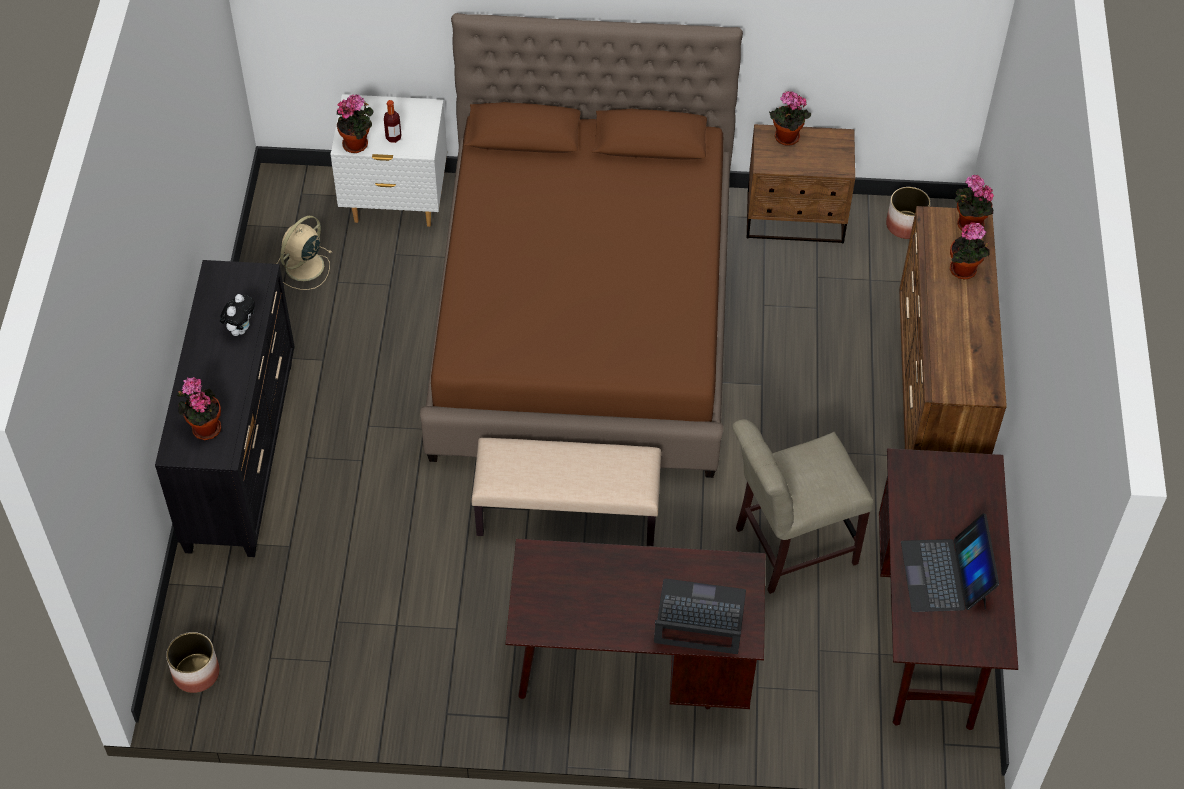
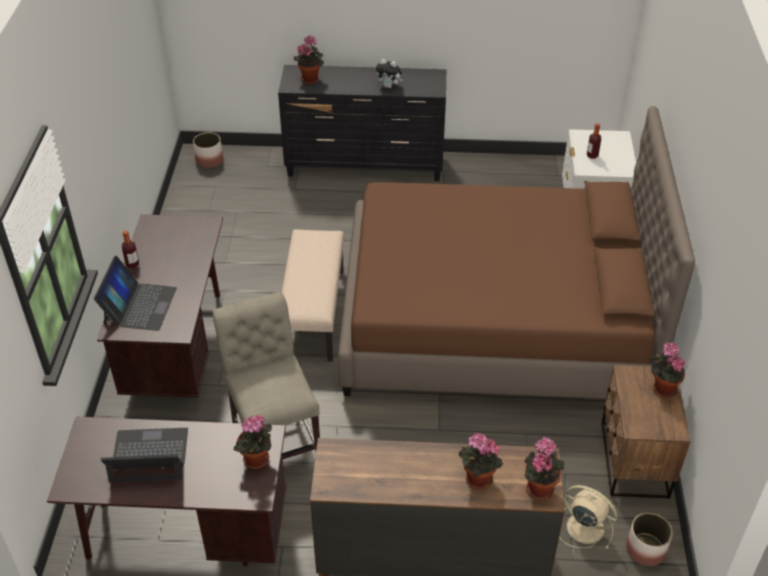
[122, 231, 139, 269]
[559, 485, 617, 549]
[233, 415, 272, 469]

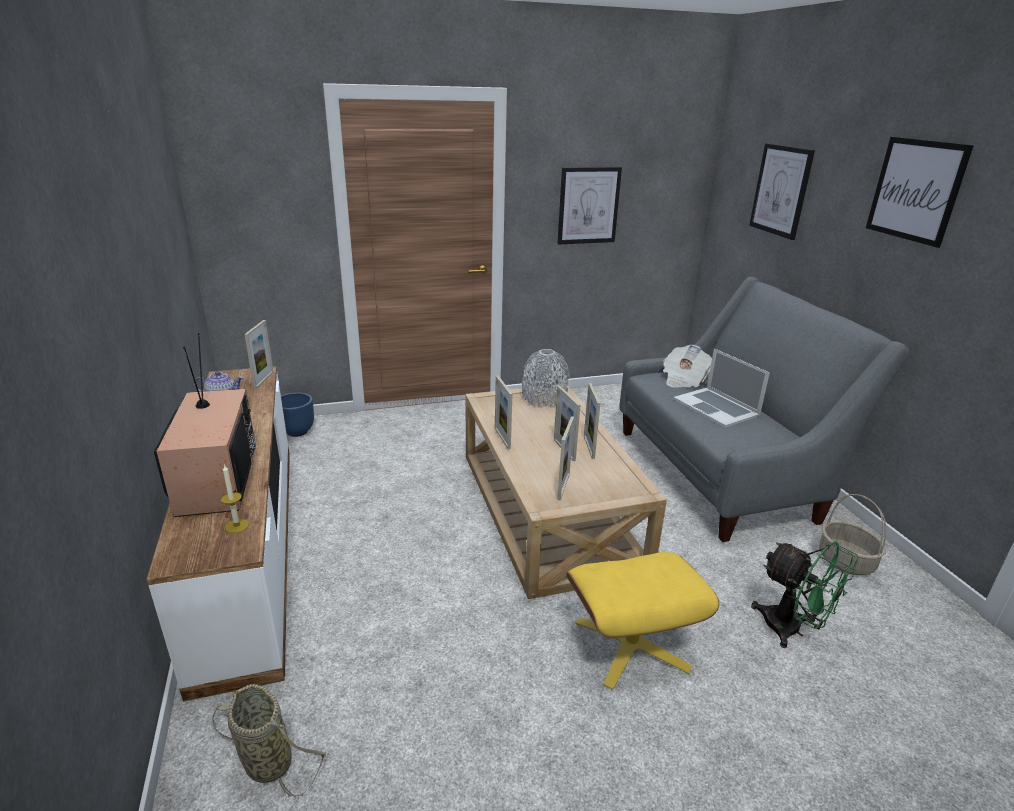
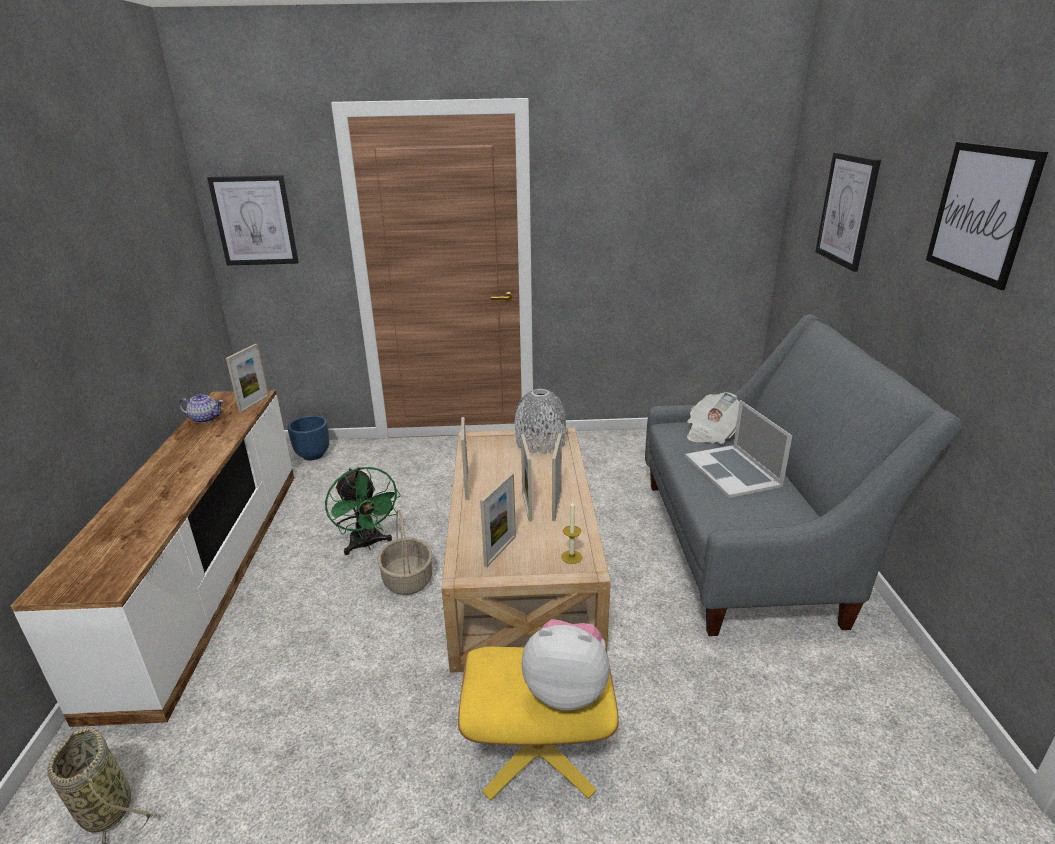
[154, 333, 256, 517] (first image)
[521, 619, 610, 710]
[561, 501, 582, 564]
[207, 175, 299, 266]
[325, 467, 401, 555]
[377, 510, 432, 595]

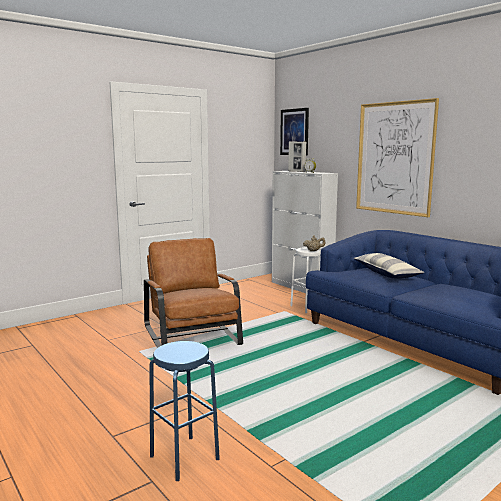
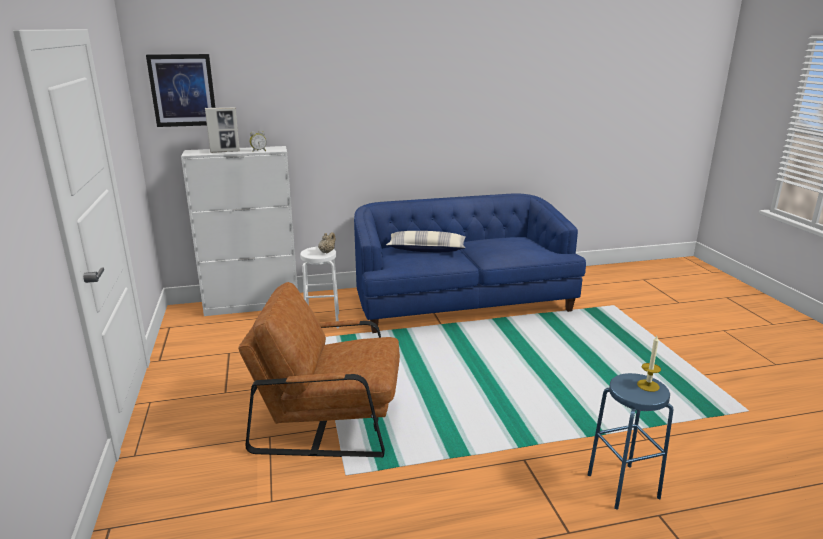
[356, 98, 439, 217] (first image)
[637, 336, 661, 392]

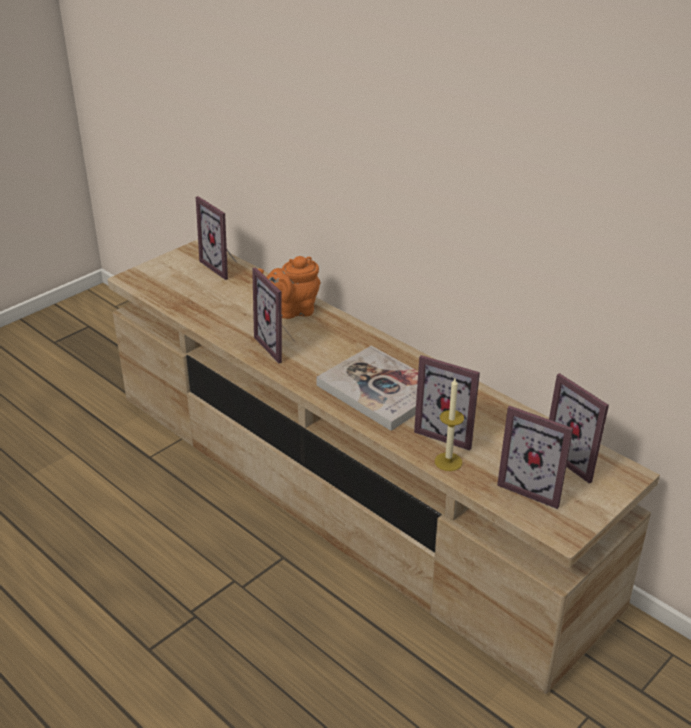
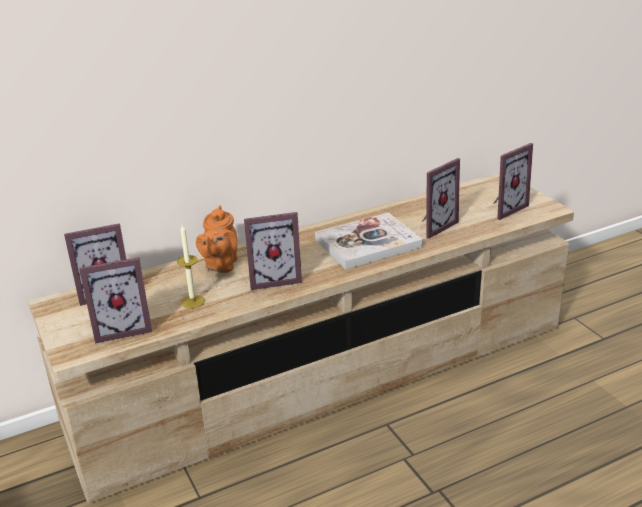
[177, 224, 205, 309]
[79, 257, 152, 343]

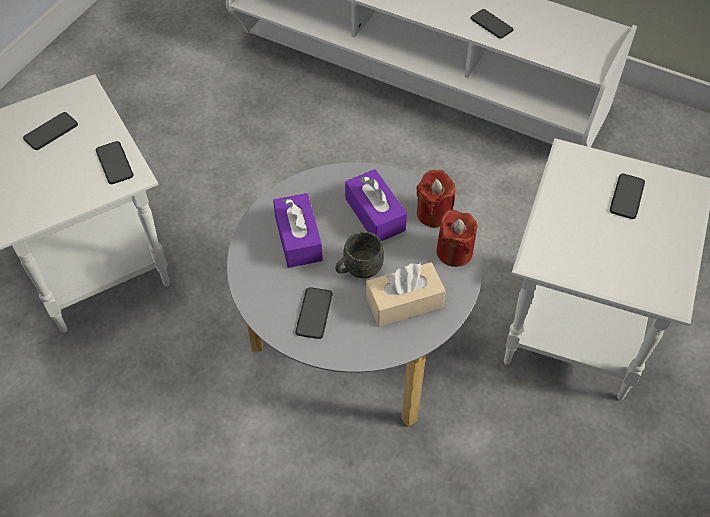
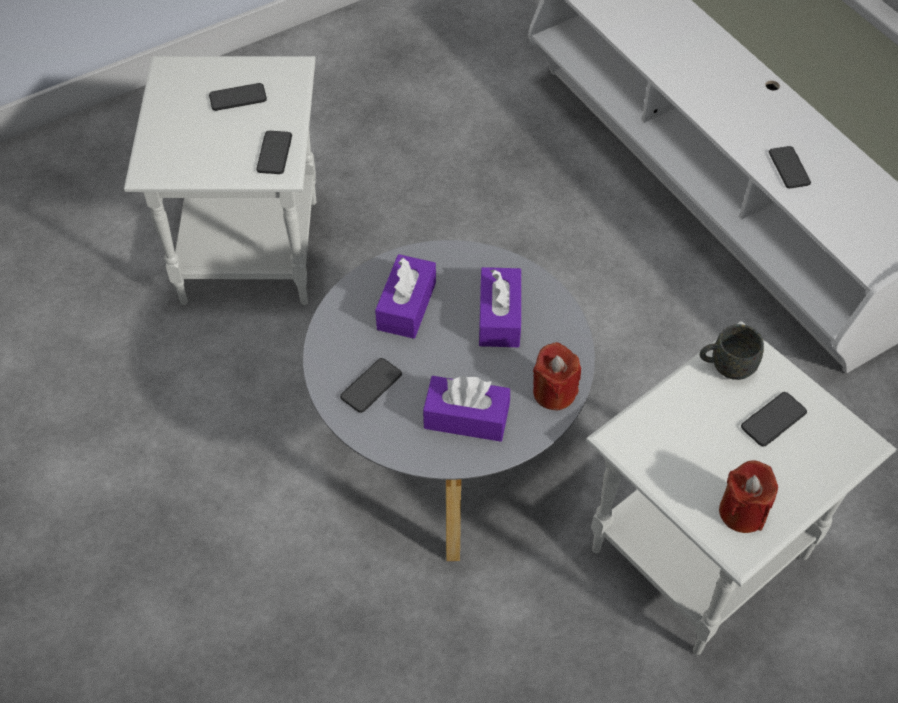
[700, 324, 764, 380]
[719, 460, 778, 533]
[423, 376, 510, 442]

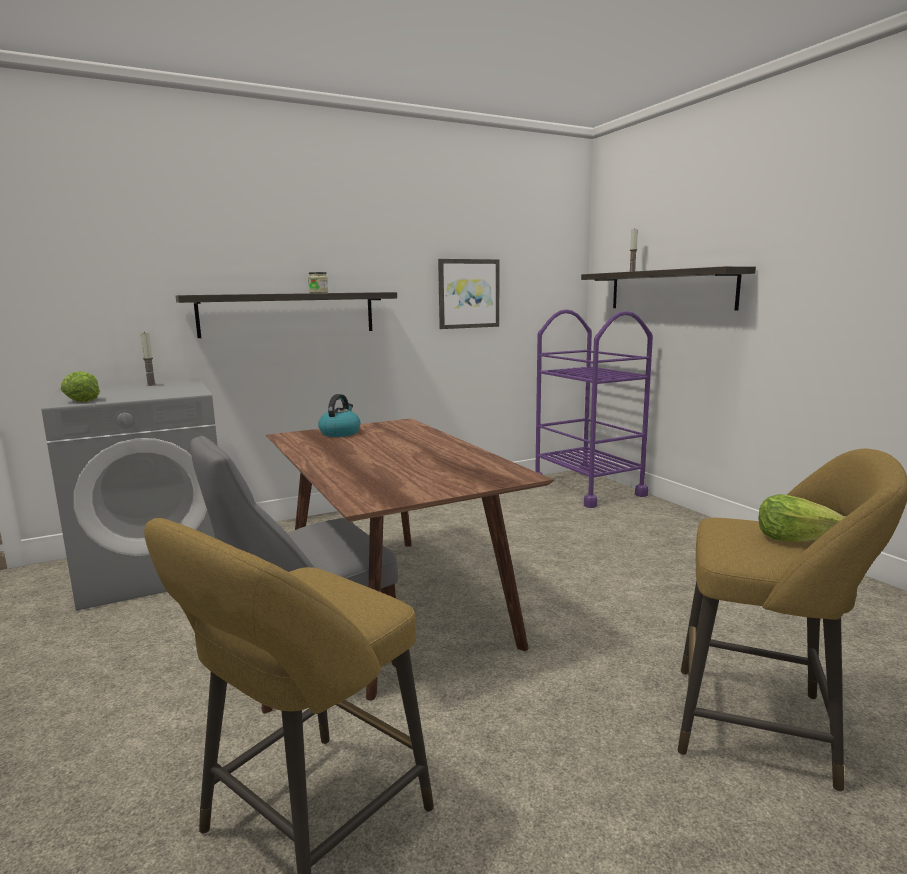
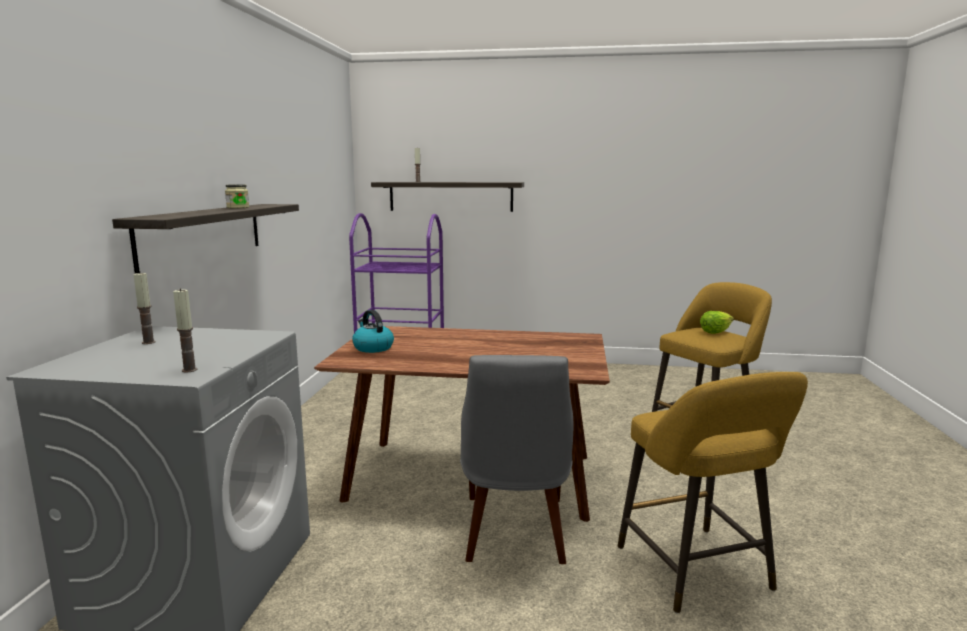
[438, 259, 499, 329] (first image)
[173, 288, 197, 372]

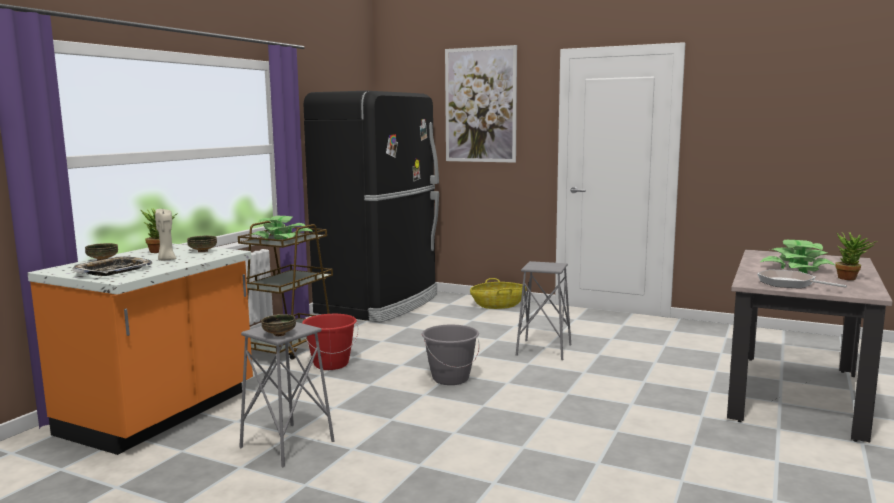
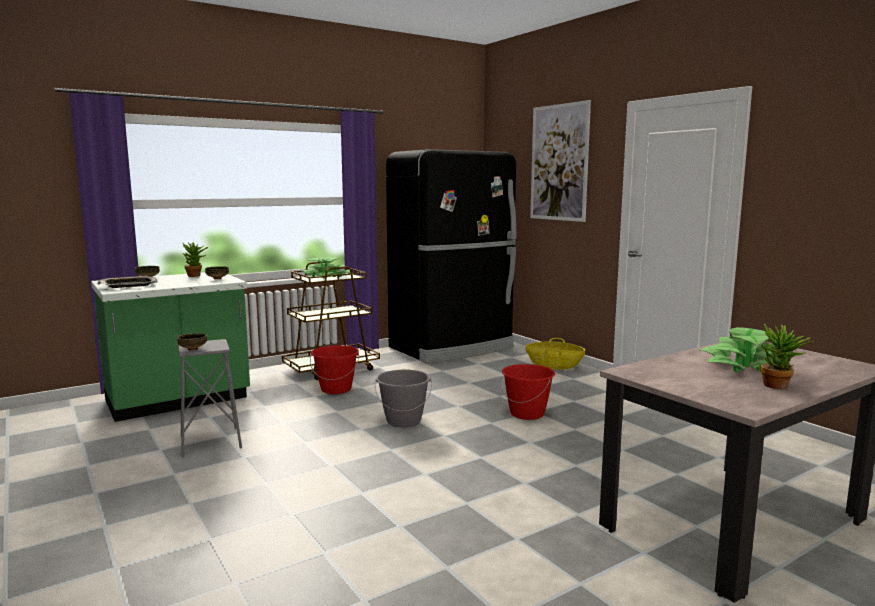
[155, 209, 176, 261] (first image)
[757, 269, 847, 289] (first image)
[502, 364, 555, 420]
[91, 272, 250, 422]

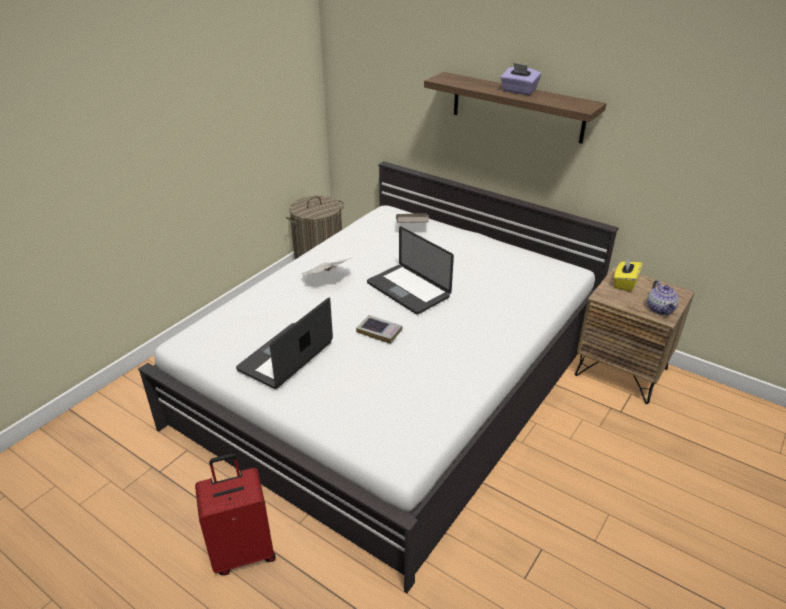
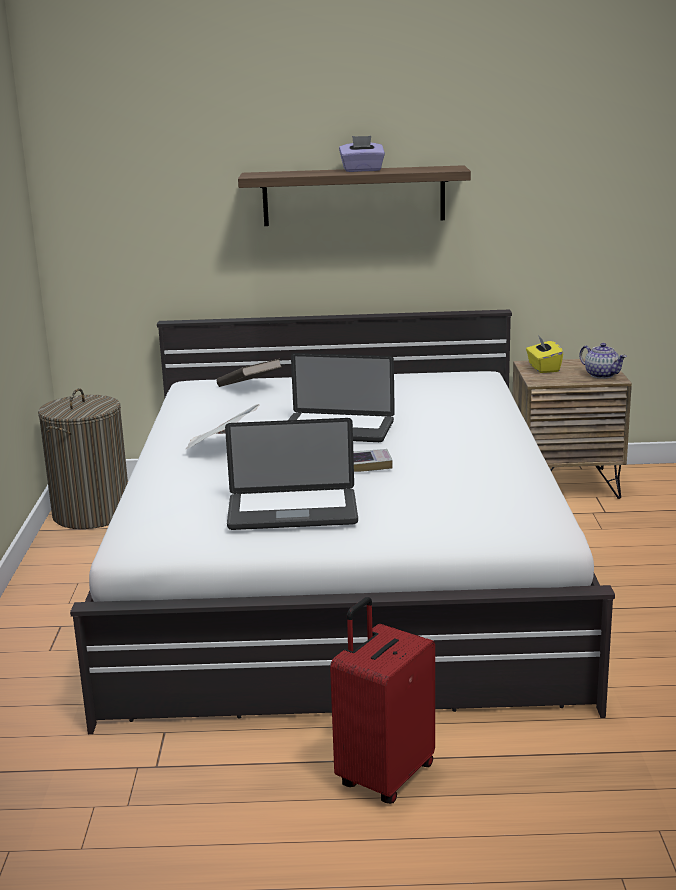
[225, 418, 358, 530]

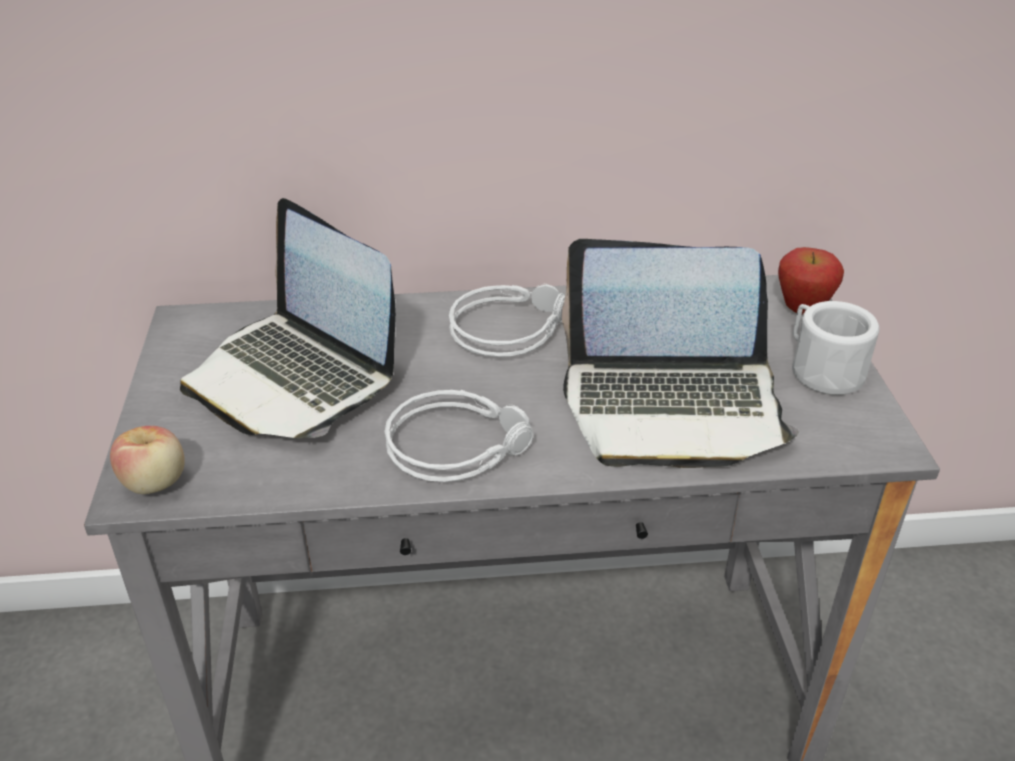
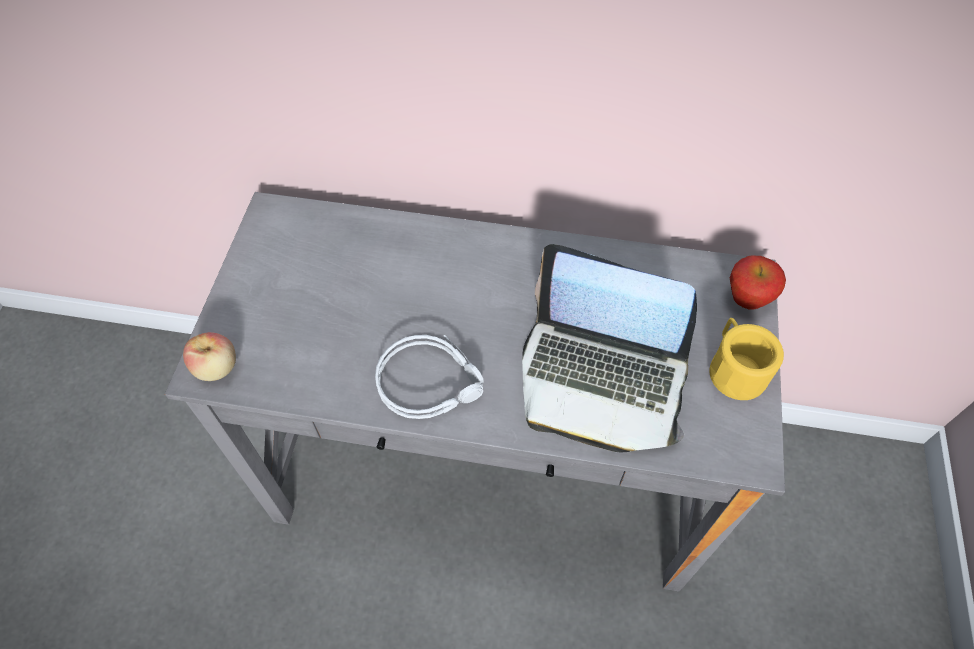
[180, 198, 396, 438] (first image)
[449, 284, 565, 357] (first image)
[709, 318, 784, 400]

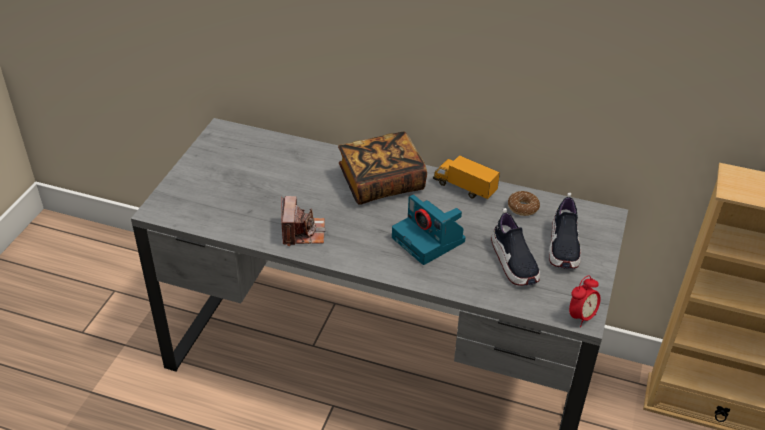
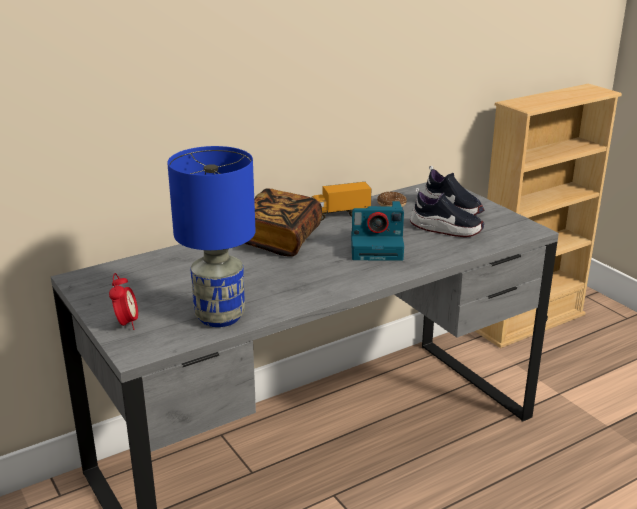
[281, 196, 325, 246] (first image)
[167, 146, 256, 327]
[109, 273, 138, 330]

